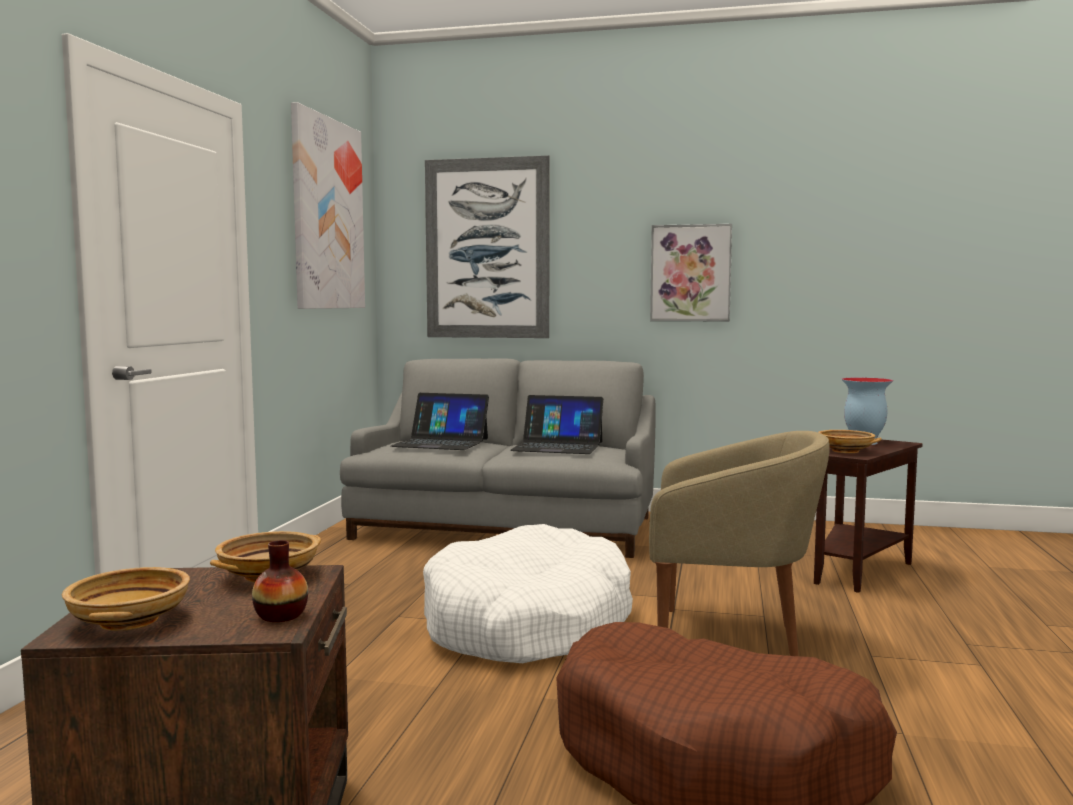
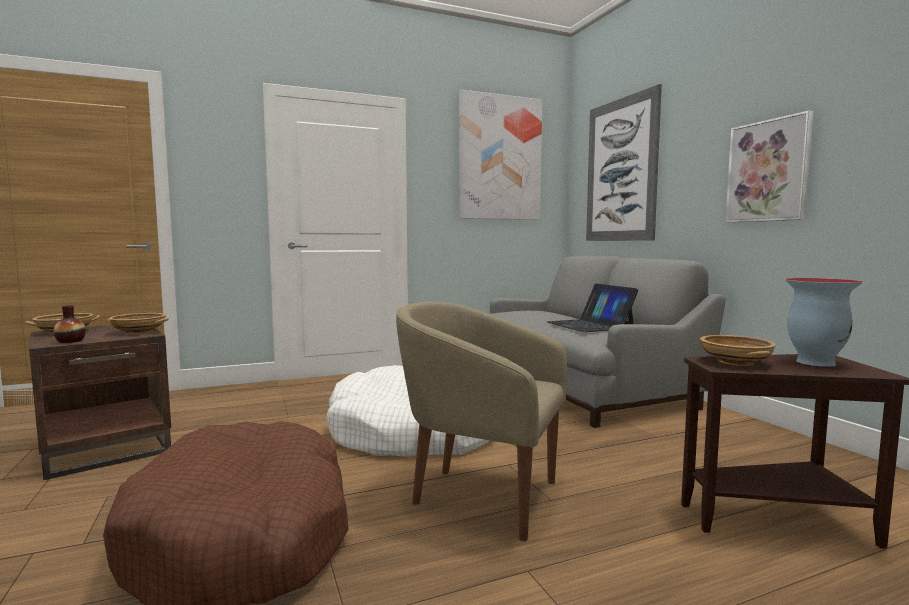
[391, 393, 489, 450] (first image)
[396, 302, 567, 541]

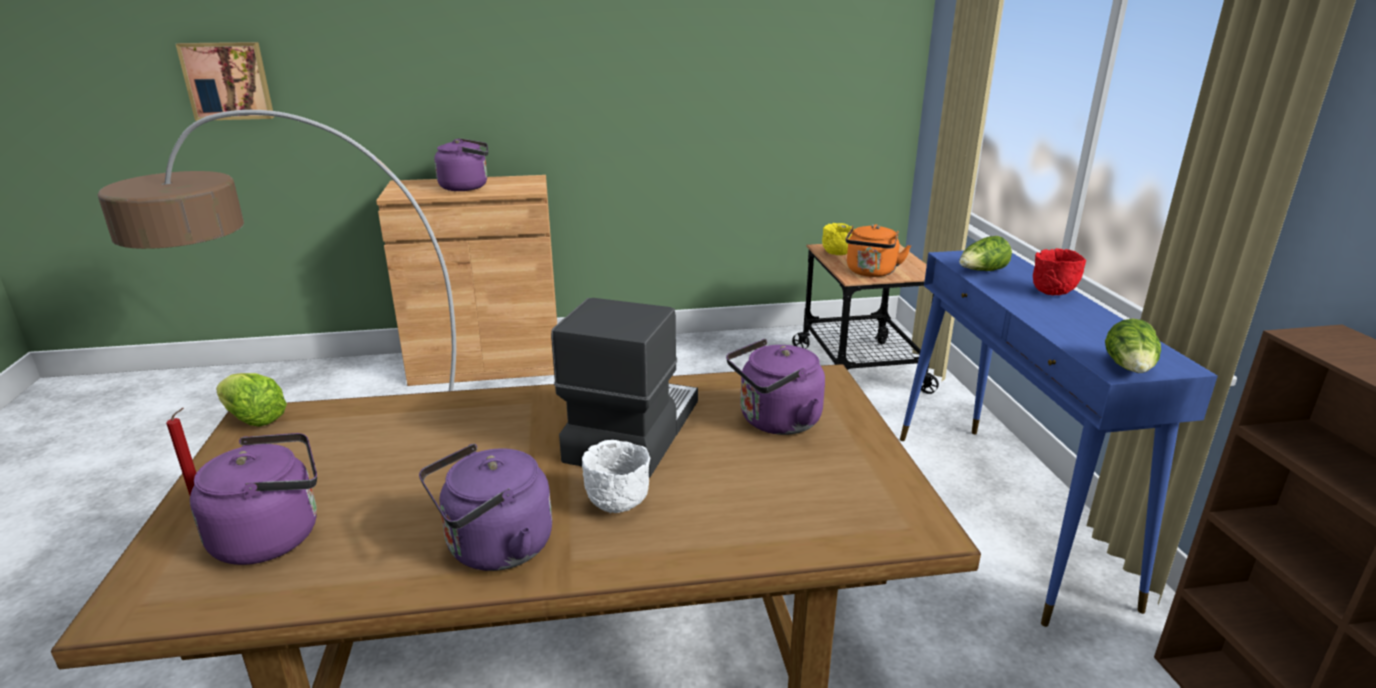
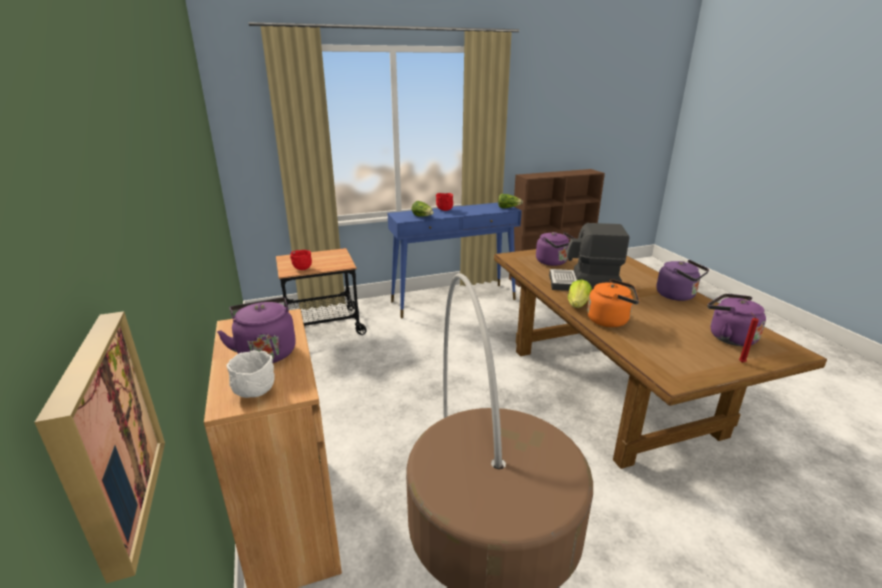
[568, 279, 592, 308]
[227, 350, 275, 398]
[587, 279, 640, 327]
[290, 250, 312, 270]

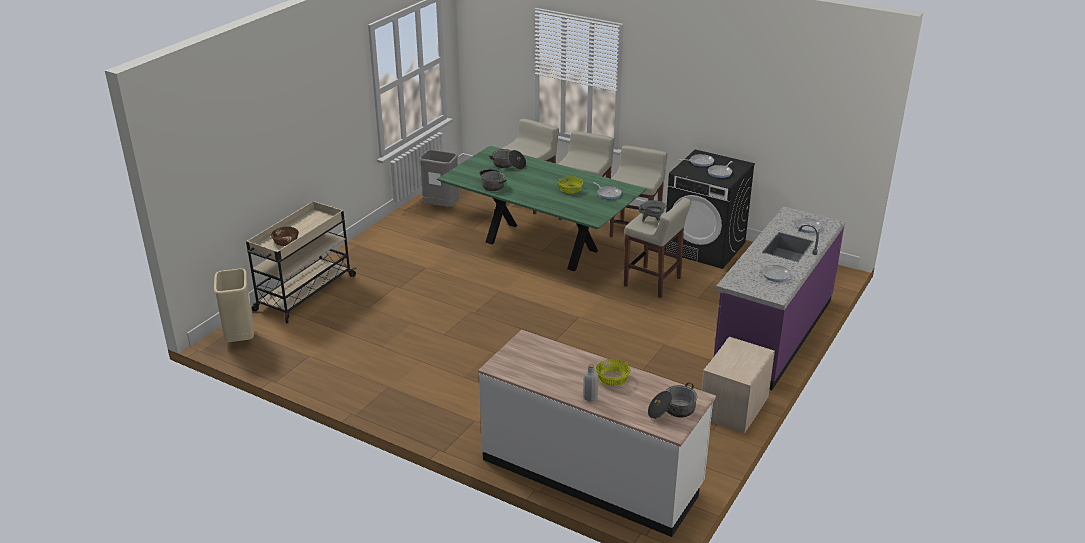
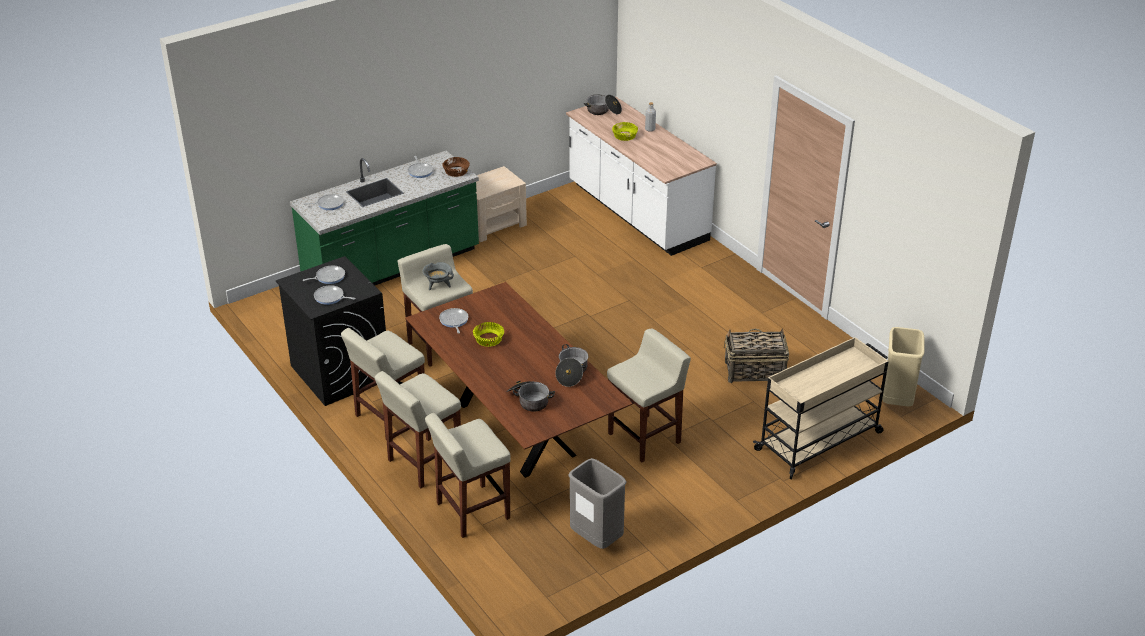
[607, 328, 691, 463]
[724, 328, 789, 383]
[443, 157, 470, 177]
[405, 282, 633, 478]
[290, 151, 479, 286]

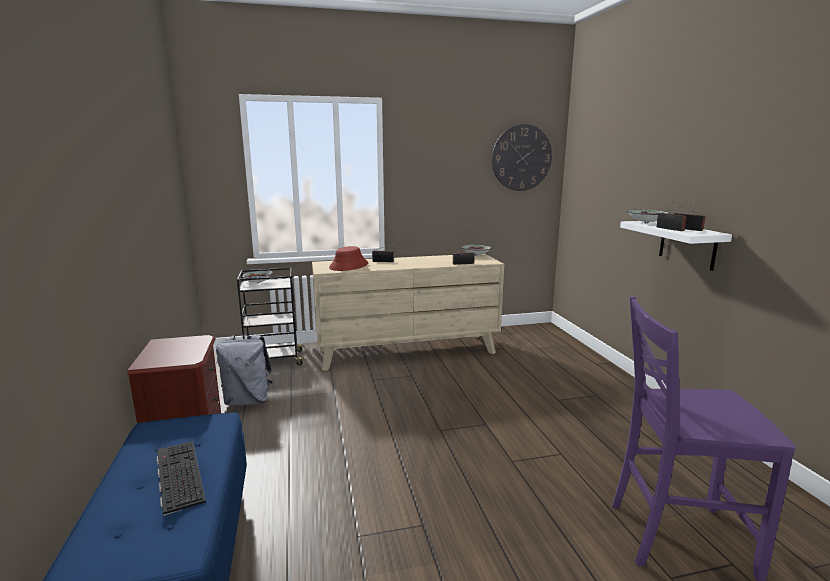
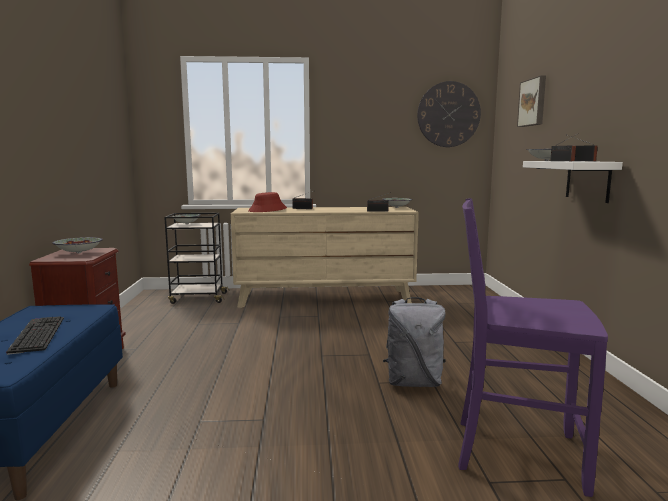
[52, 237, 103, 254]
[517, 75, 546, 127]
[383, 297, 446, 387]

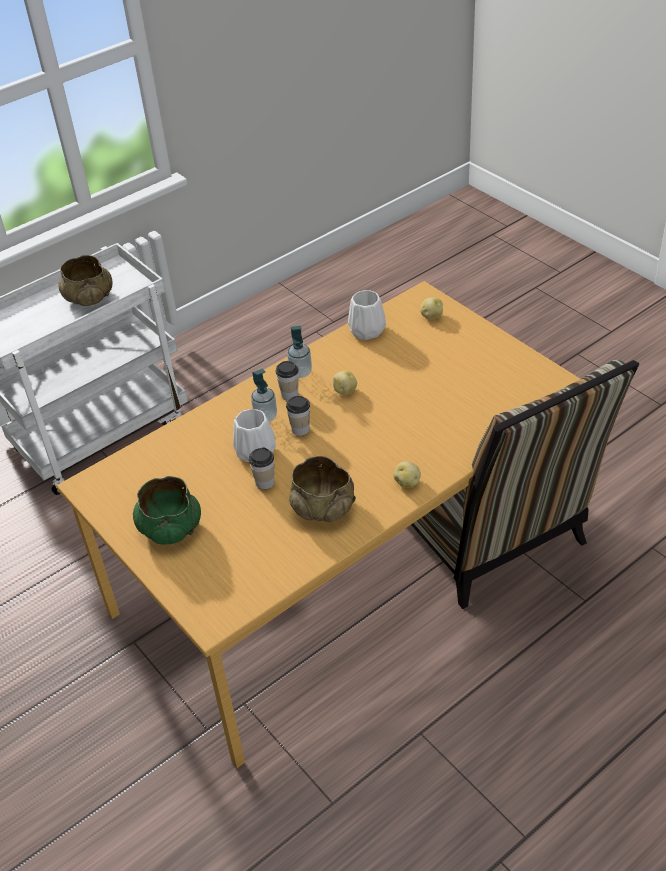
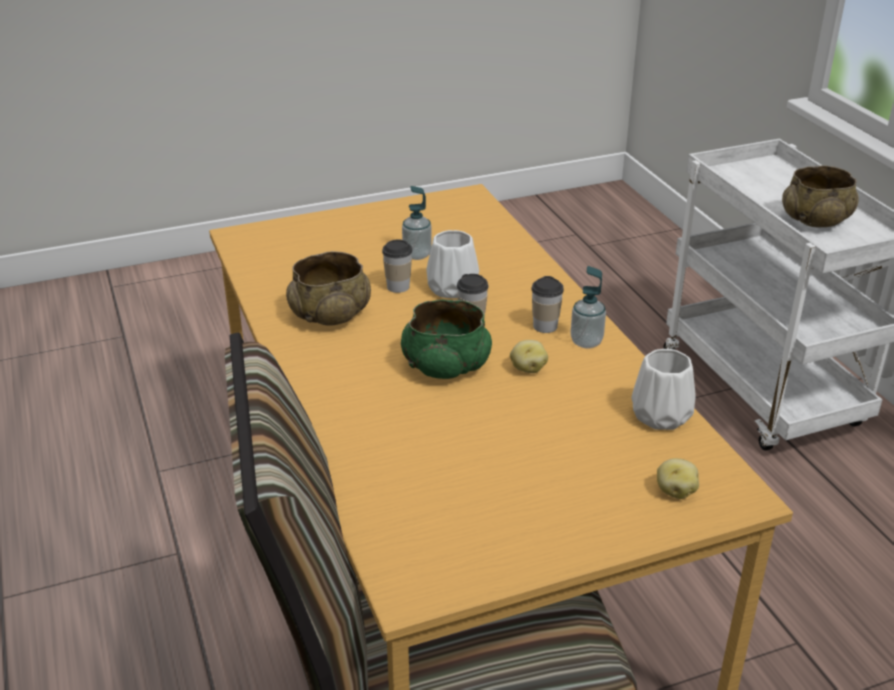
[394, 461, 421, 488] (first image)
[401, 299, 492, 379]
[402, 186, 432, 260]

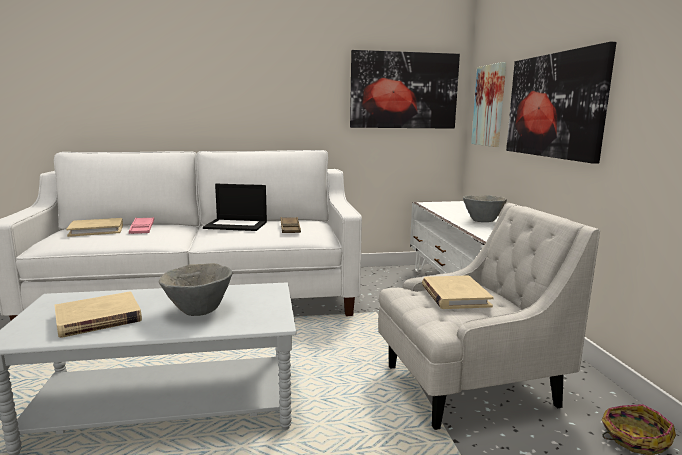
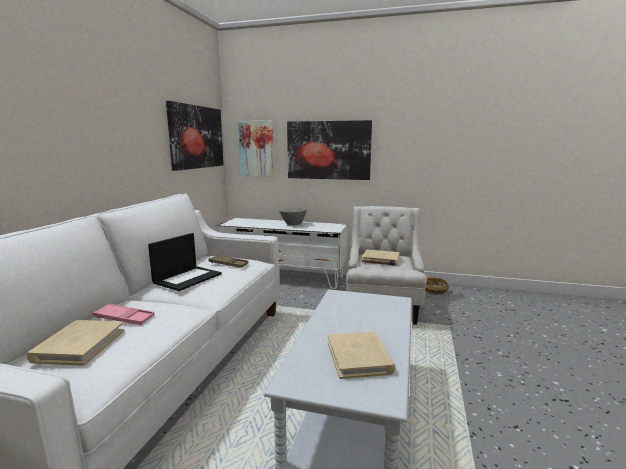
[159, 263, 232, 316] (first image)

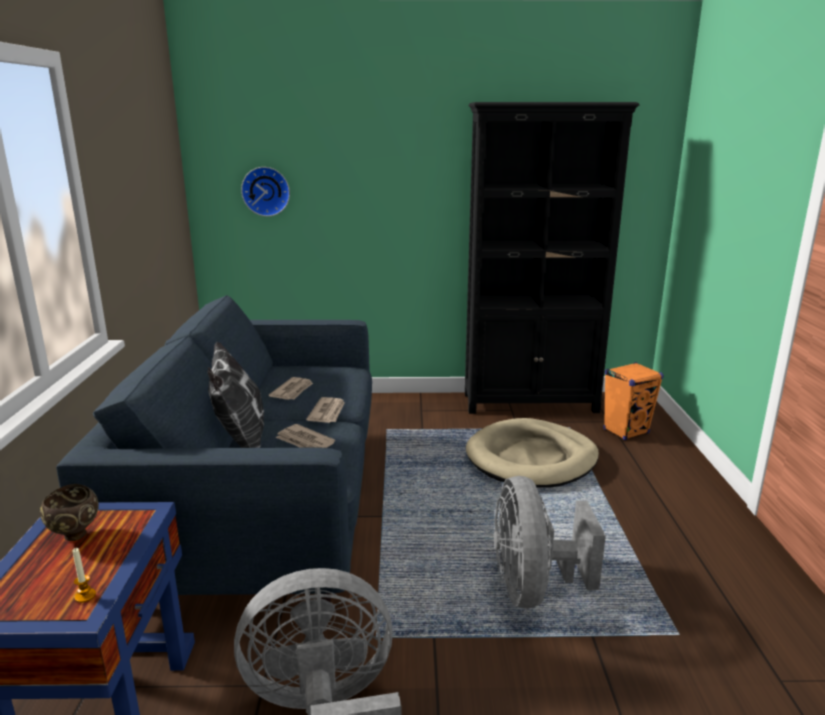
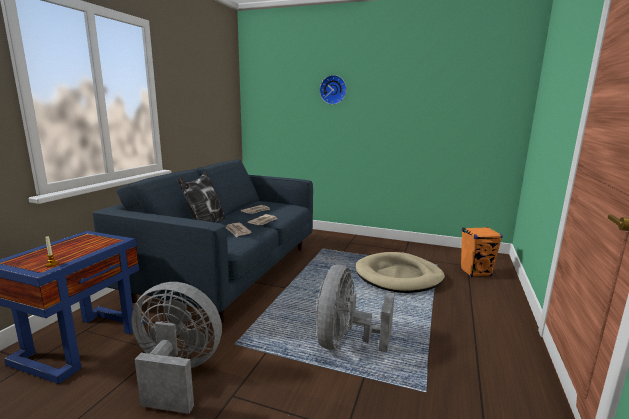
[40, 484, 99, 541] (first image)
[465, 102, 639, 414] (first image)
[320, 75, 347, 105]

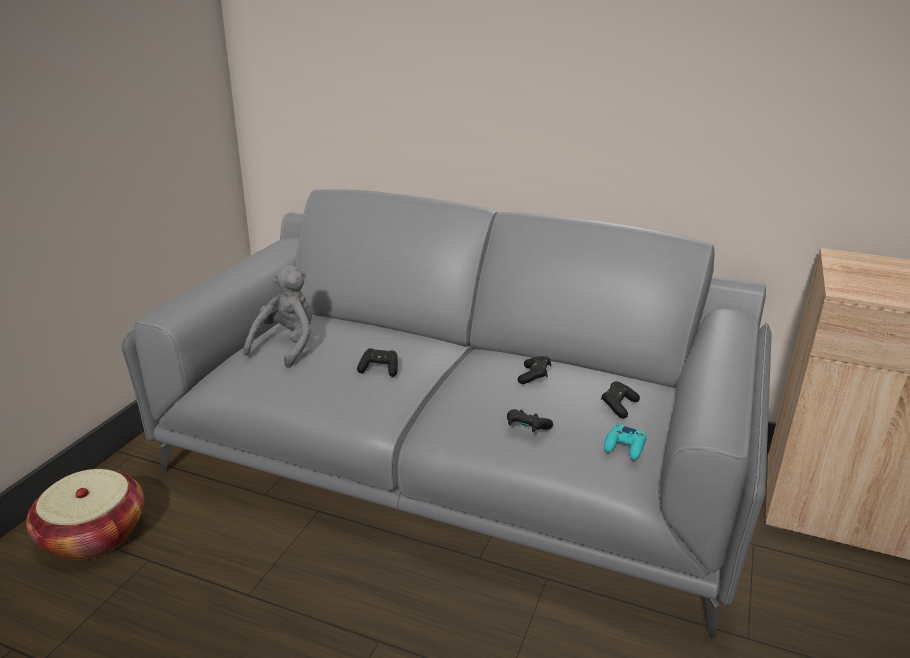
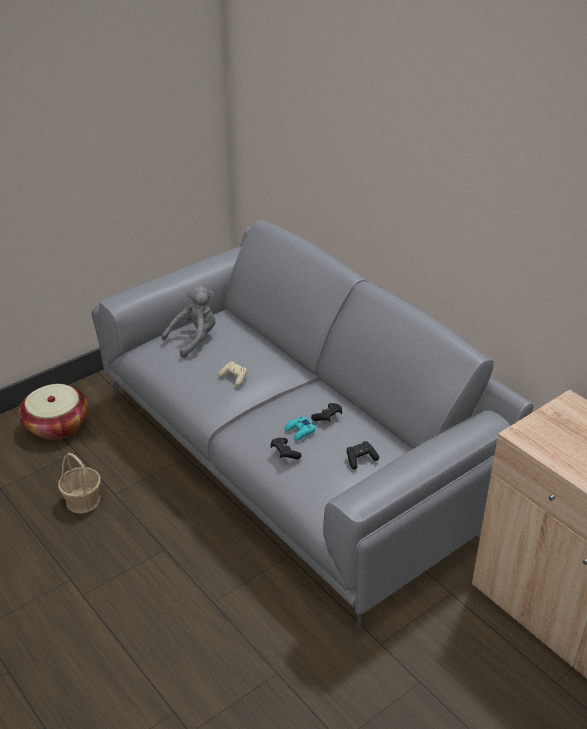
[58, 453, 101, 513]
[284, 416, 316, 441]
[218, 361, 247, 387]

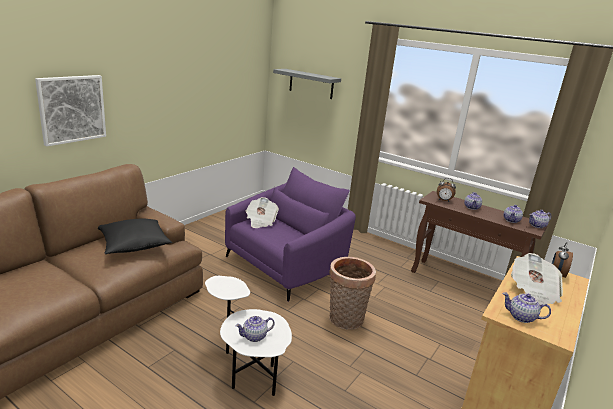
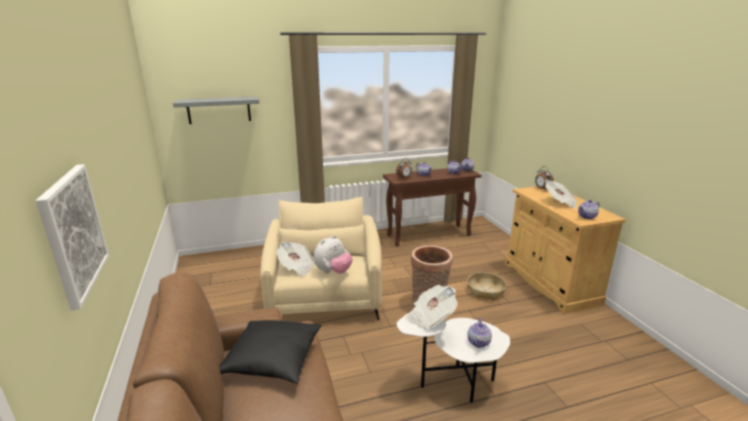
[314, 235, 353, 274]
[405, 285, 458, 330]
[467, 272, 506, 301]
[260, 197, 382, 320]

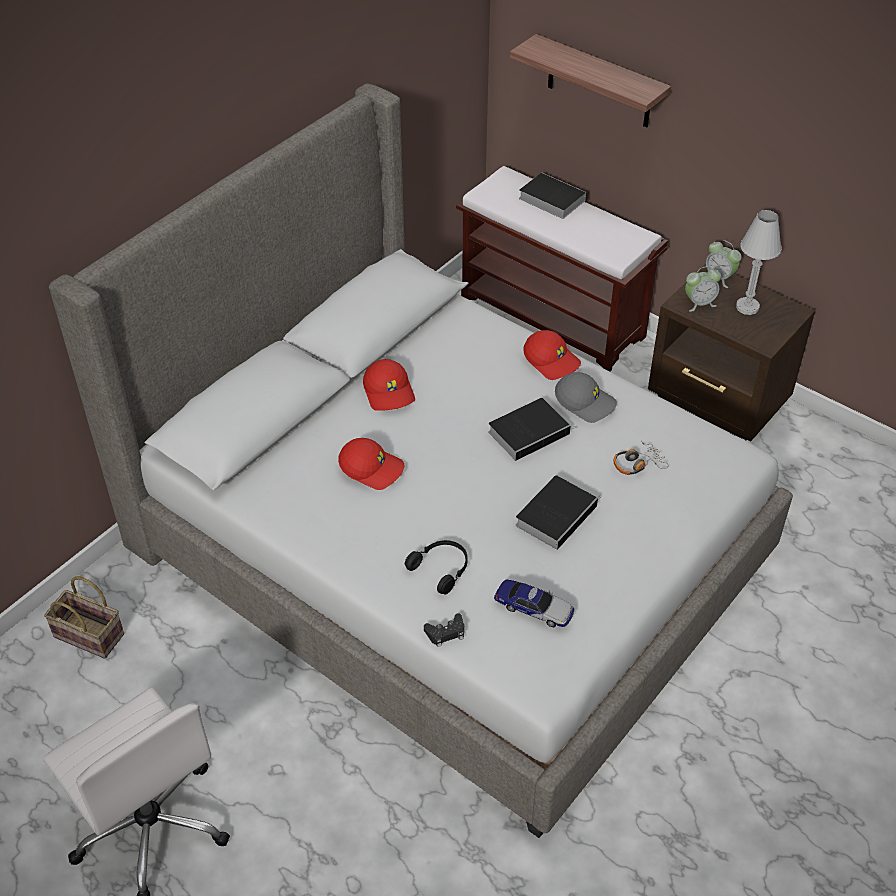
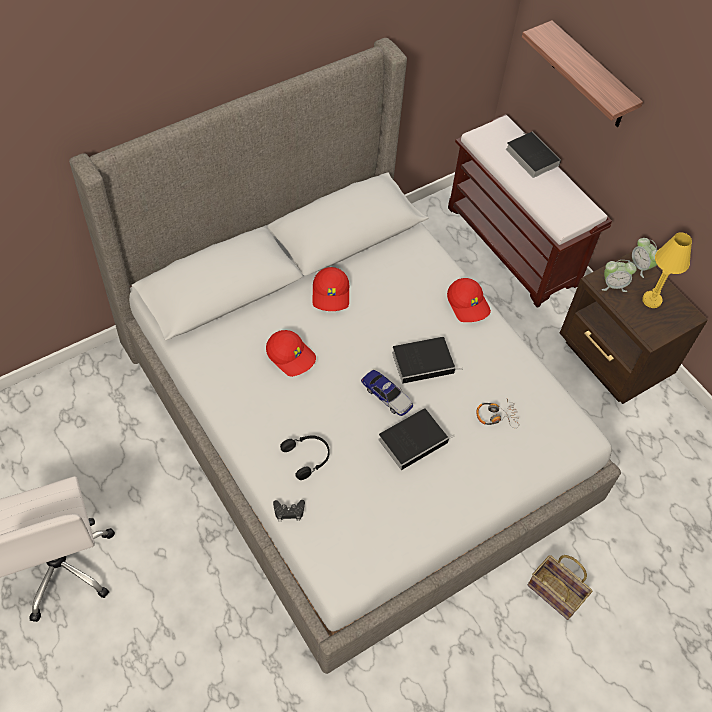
[555, 372, 617, 423] (first image)
[528, 555, 592, 620]
[361, 370, 413, 416]
[642, 232, 692, 308]

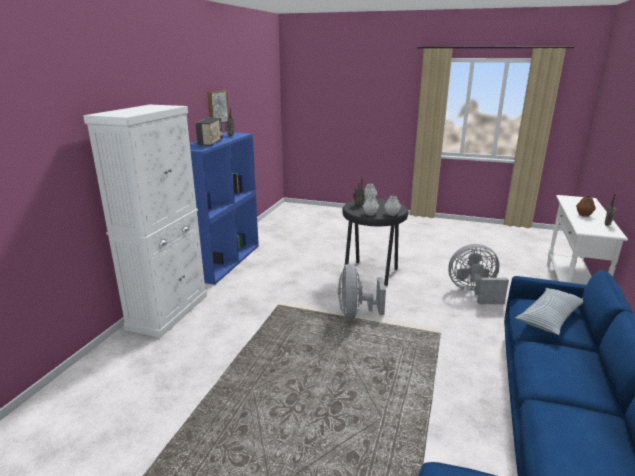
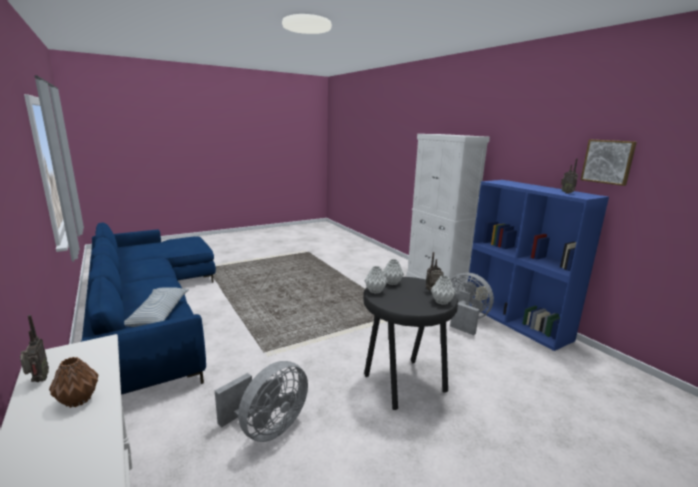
[195, 118, 223, 146] (first image)
[450, 272, 494, 335]

